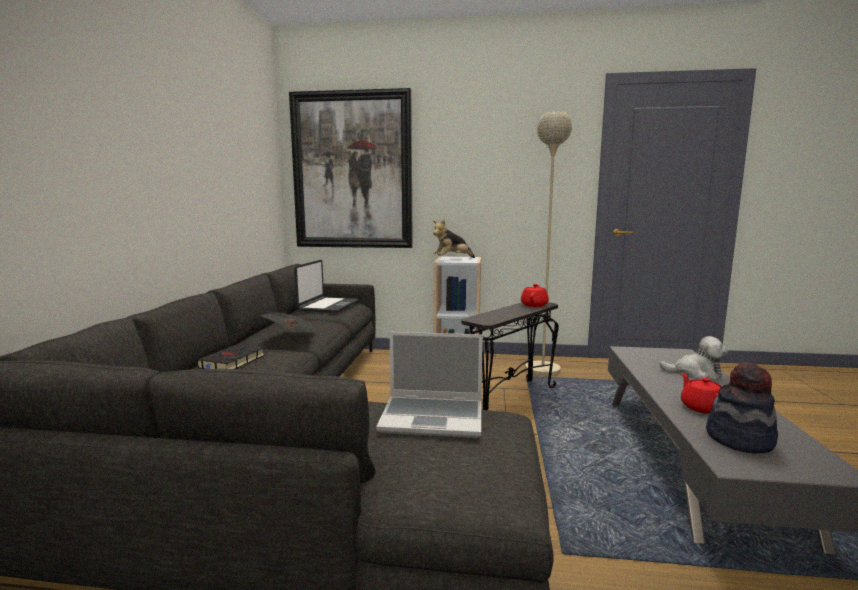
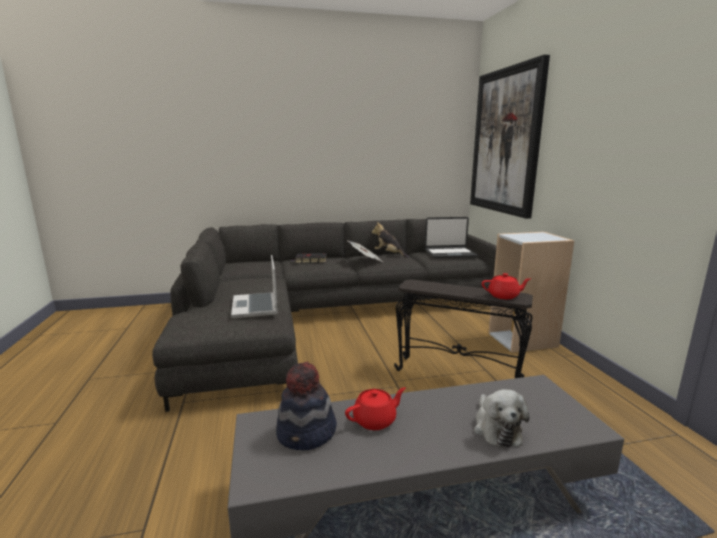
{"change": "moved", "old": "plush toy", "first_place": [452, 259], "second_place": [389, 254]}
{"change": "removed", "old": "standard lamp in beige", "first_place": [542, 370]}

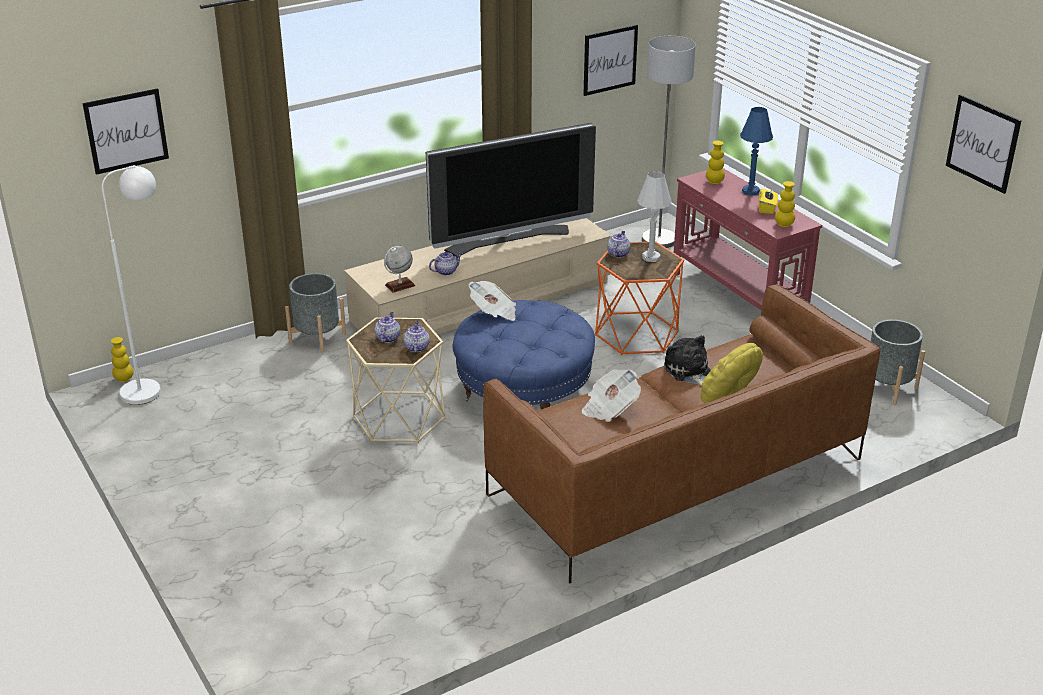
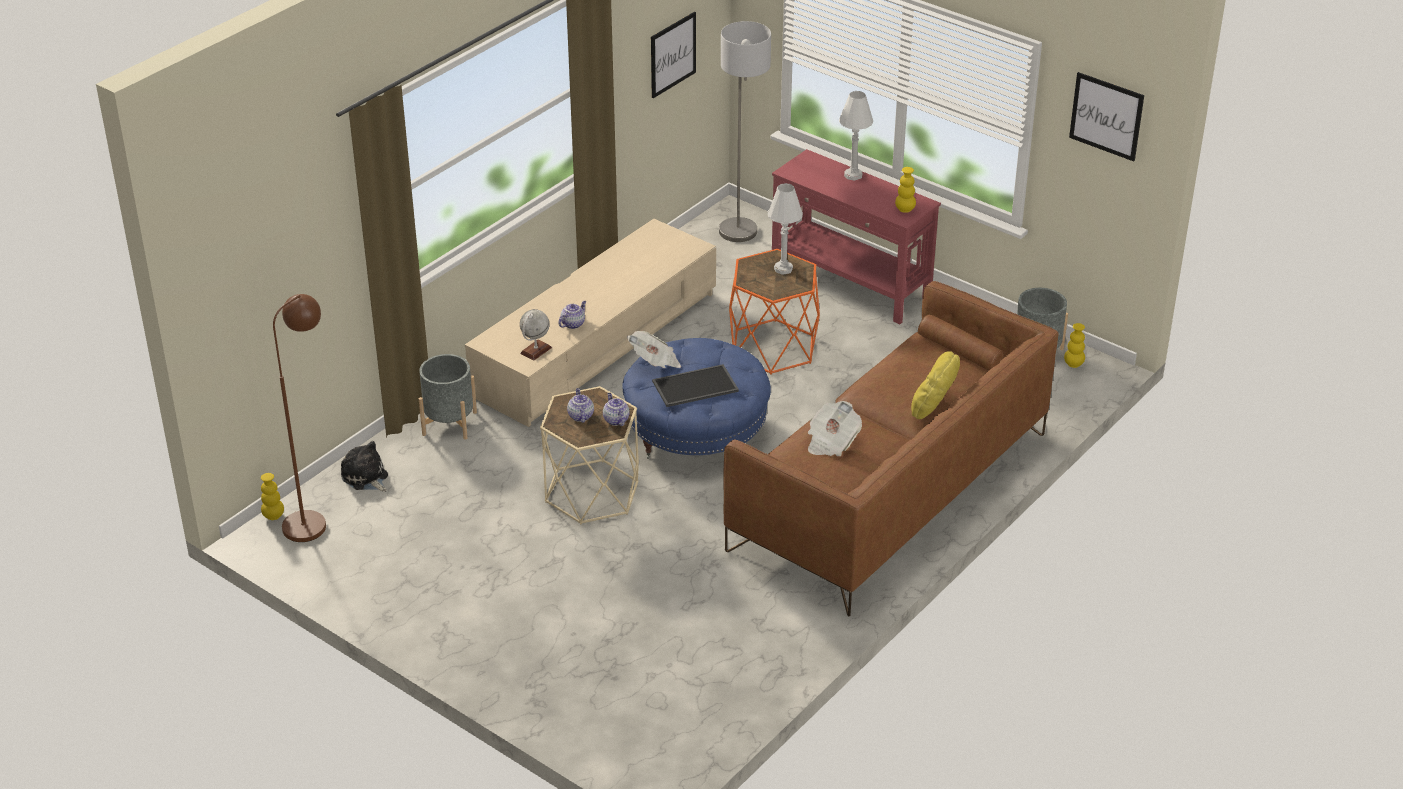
{"change": "recoloured", "old": "standard lamp in white-coloured", "new": "standard lamp in brownish", "first_place": [152, 389], "second_place": [314, 521]}
{"change": "moved", "old": "plush toy", "first_place": [688, 371], "second_place": [366, 478]}
{"change": "added", "new": "carrying tray", "second_place": [695, 387]}
{"change": "recoloured", "old": "lamp for a table in blue-coloured", "new": "lamp for a table in white-coloured", "first_place": [751, 191], "second_place": [853, 175]}
{"change": "moved", "old": "decorative vase in yellow-coloured", "first_place": [714, 182], "second_place": [1073, 364]}
{"change": "removed", "old": "wall picture", "first_place": [126, 131]}
{"change": "removed", "old": "TV", "first_place": [509, 240]}
{"change": "removed", "old": "teapot", "first_place": [618, 253]}
{"change": "removed", "old": "box of tissues in yellow-coloured", "first_place": [767, 208]}

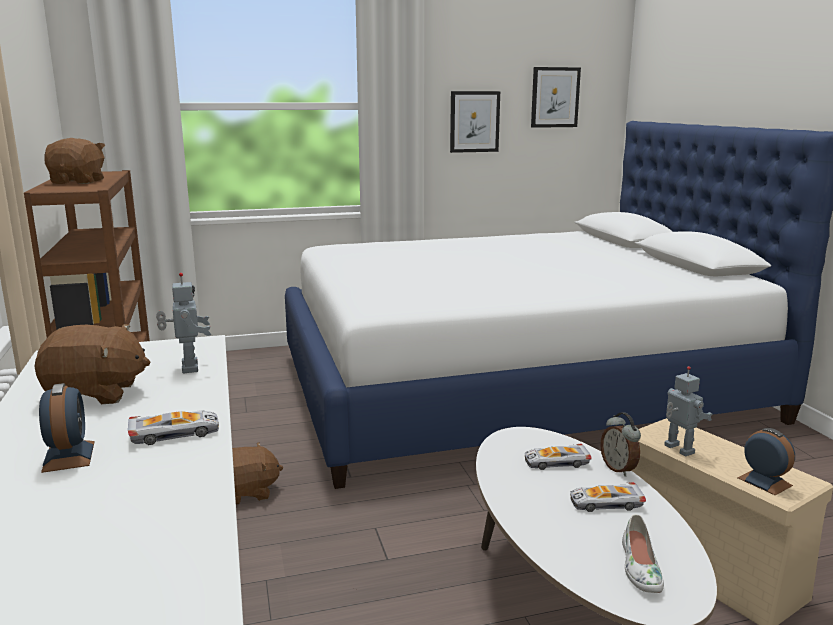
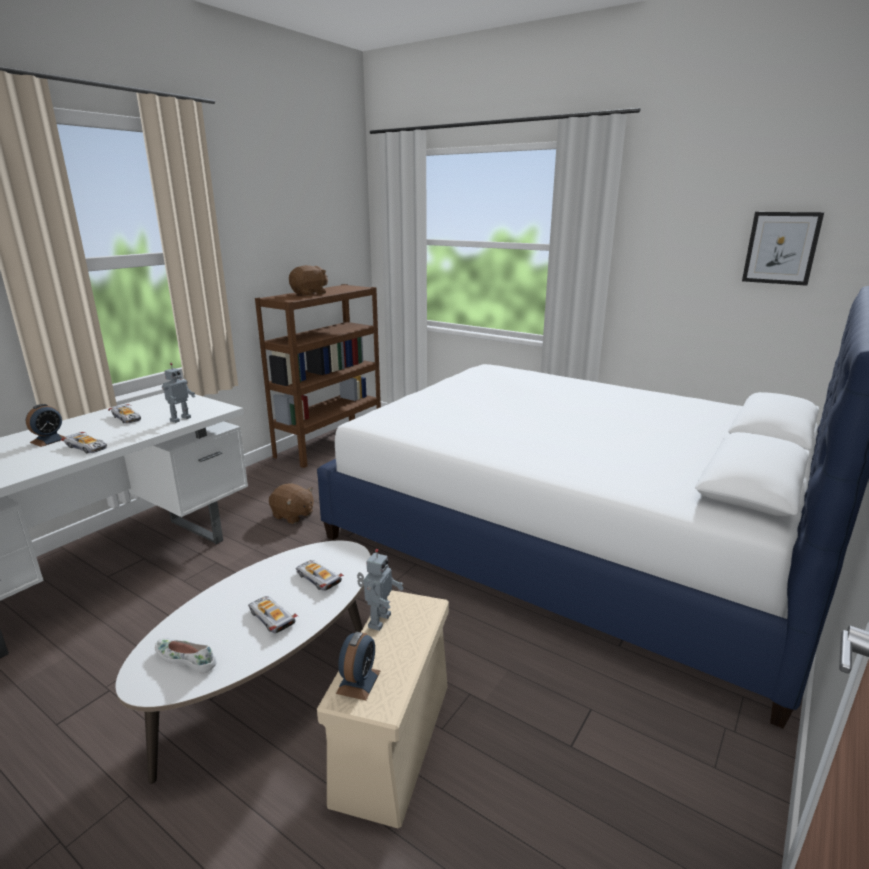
{"change": "replaced", "old": "plush toy in brownish", "new": "miniature car", "first_place": [96, 394], "second_place": [127, 418]}
{"change": "turned", "old": "item of footwear in white-coloured", "first_place": [639, 567], "second_place": [187, 658], "degrees": 60}
{"change": "removed", "old": "wall picture", "first_place": [474, 121]}
{"change": "removed", "old": "bedside clock", "first_place": [619, 469]}

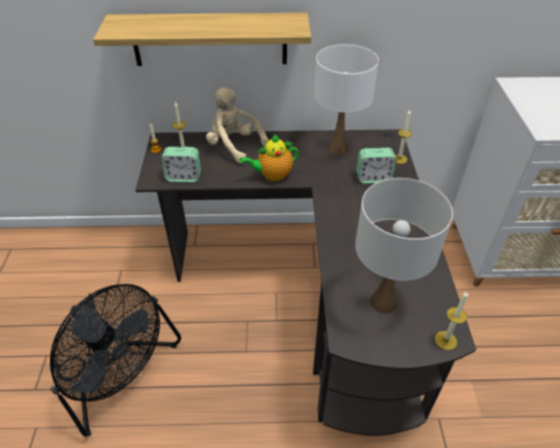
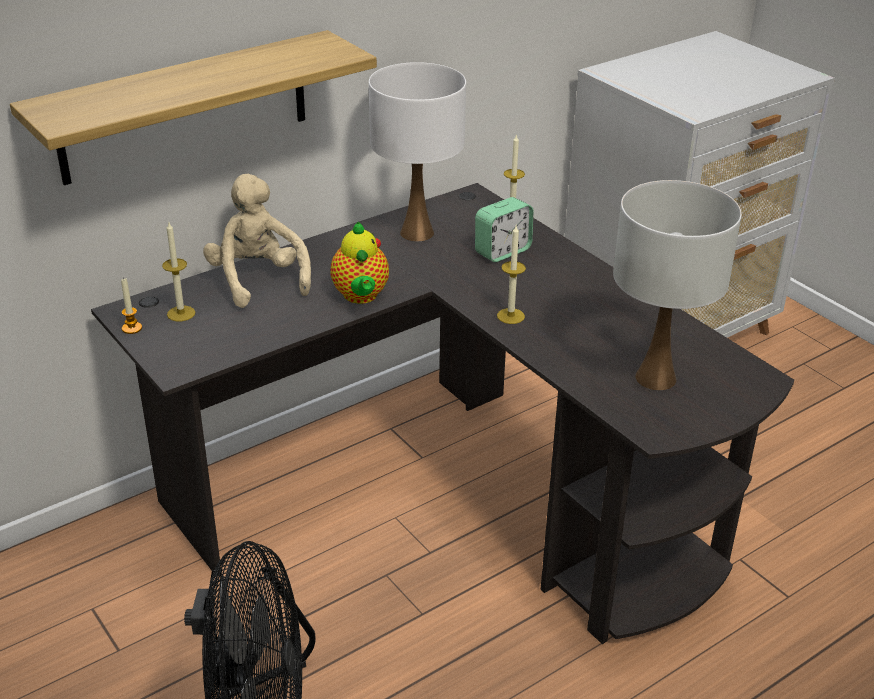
{"change": "turned", "old": "plush toy in beige", "first_place": [234, 146], "second_place": [258, 280], "degrees": 60}
{"change": "turned", "old": "teapot", "first_place": [272, 175], "second_place": [361, 296], "degrees": -45}
{"change": "moved", "old": "wax candle", "first_place": [445, 340], "second_place": [510, 316]}
{"change": "removed", "old": "bedside clock", "first_place": [183, 177]}

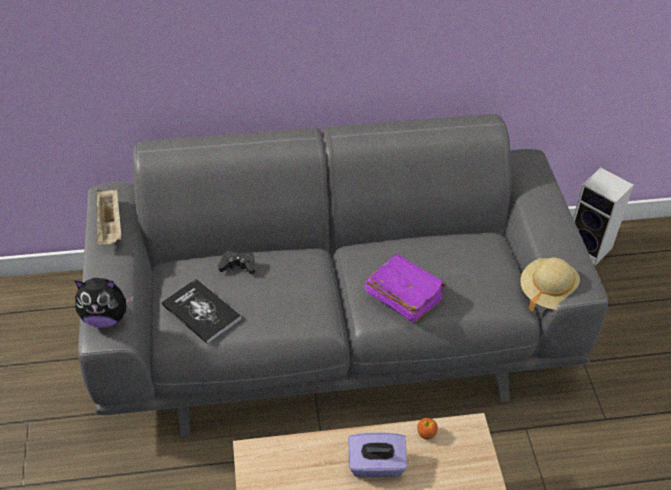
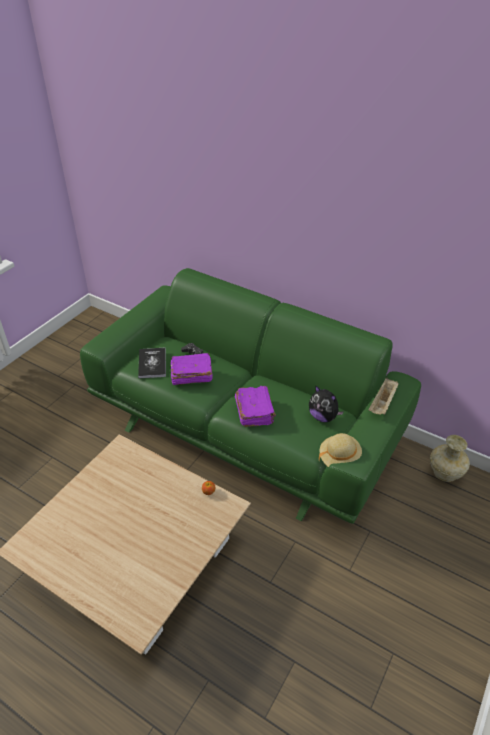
{"change": "recoloured", "old": "settee in greyish", "new": "settee in green-coloured", "first_place": [335, 330], "second_place": [245, 427]}
{"change": "added", "new": "volume in purple-coloured", "second_place": [191, 375]}
{"change": "moved", "old": "plush toy", "first_place": [105, 318], "second_place": [323, 417]}
{"change": "moved", "old": "carrying tray in beige", "first_place": [110, 226], "second_place": [382, 403]}
{"change": "replaced", "old": "audio speaker", "new": "decorative vase in beige", "first_place": [590, 248], "second_place": [445, 474]}
{"change": "removed", "old": "box of tissues in purple-coloured", "first_place": [376, 465]}

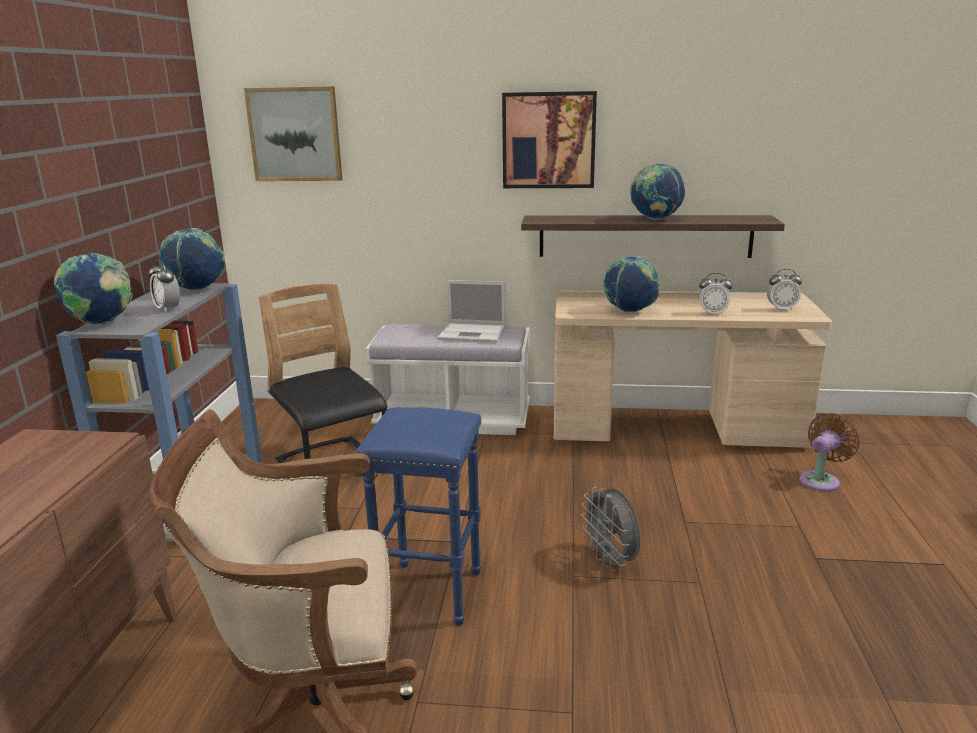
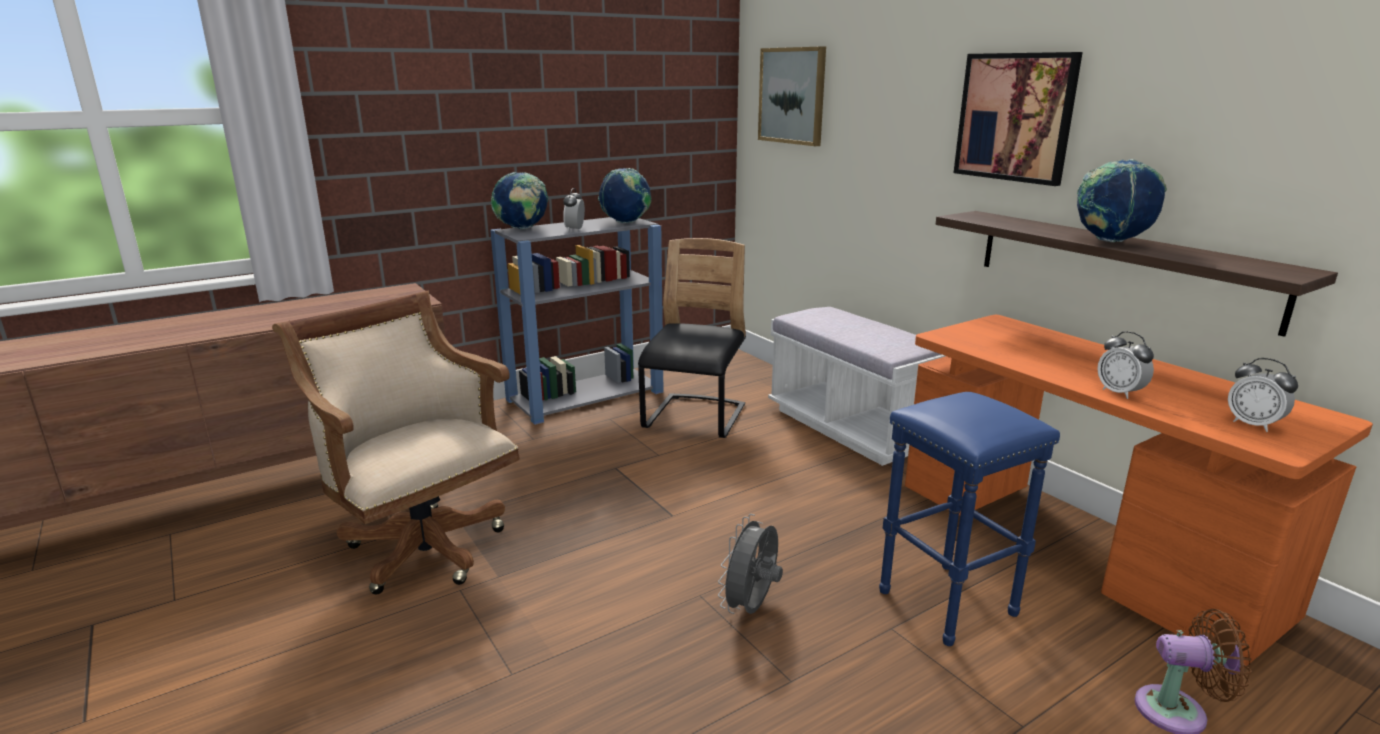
{"change": "moved", "old": "sitting stool in blue-coloured", "first_place": [427, 593], "second_place": [944, 601]}
{"change": "recoloured", "old": "desk table in beige", "new": "desk table in orange", "first_place": [674, 429], "second_place": [1076, 548]}
{"change": "removed", "old": "laptop", "first_place": [473, 333]}
{"change": "removed", "old": "desk globe", "first_place": [630, 311]}

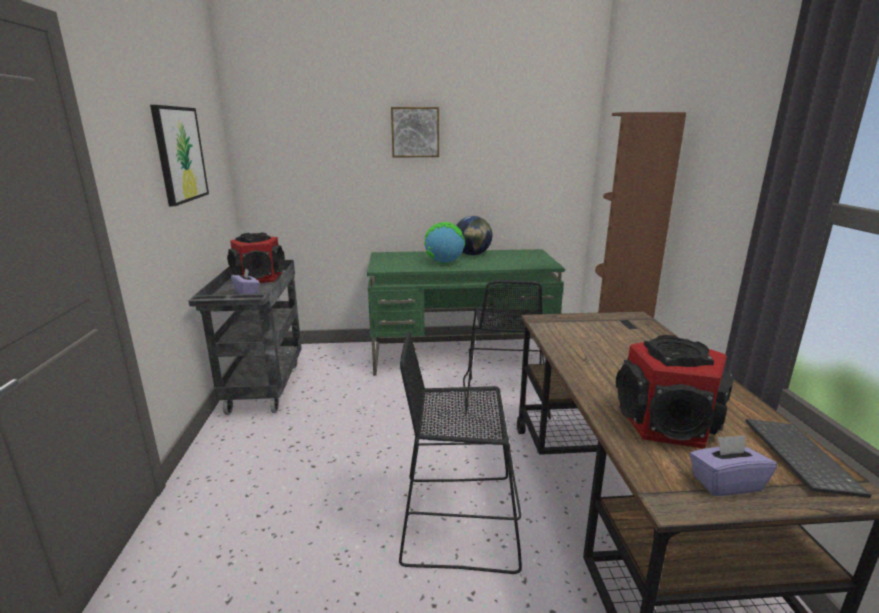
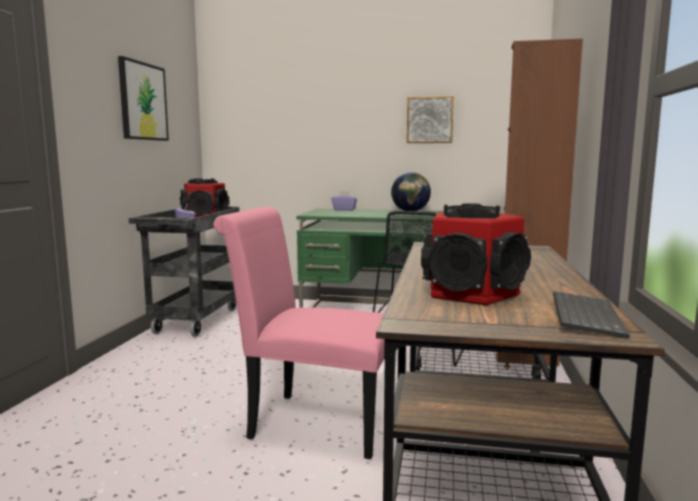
{"change": "replaced", "old": "sitting stool in black-coloured", "new": "plain chair in pink-coloured", "first_place": [461, 519], "second_place": [312, 423]}
{"change": "moved", "old": "box of tissues in purple-coloured", "first_place": [725, 483], "second_place": [344, 210]}
{"change": "moved", "old": "wall picture", "first_place": [415, 132], "second_place": [430, 120]}
{"change": "removed", "old": "desk globe", "first_place": [444, 263]}

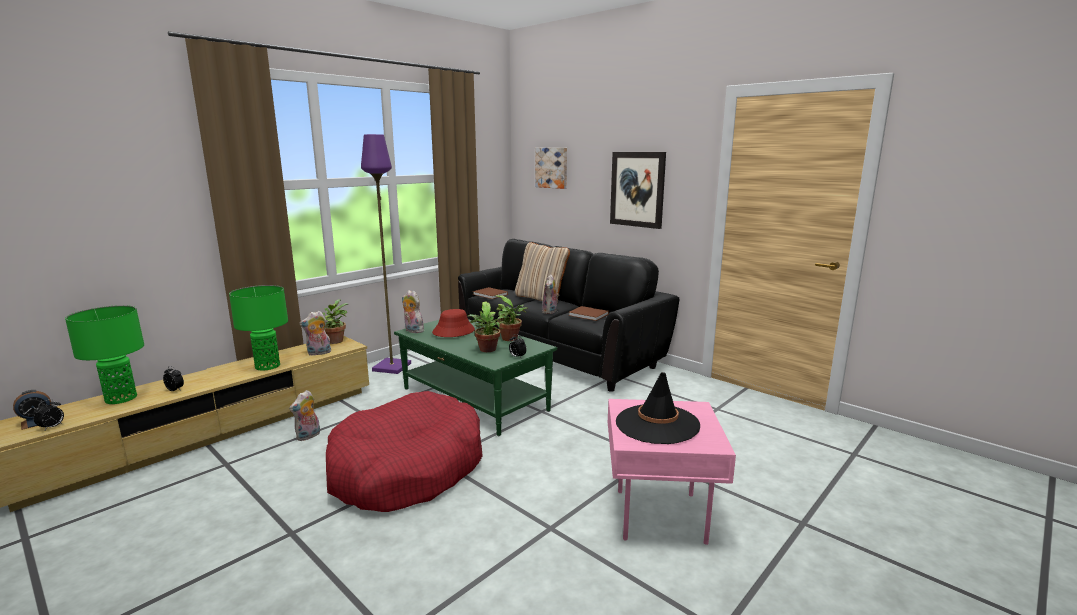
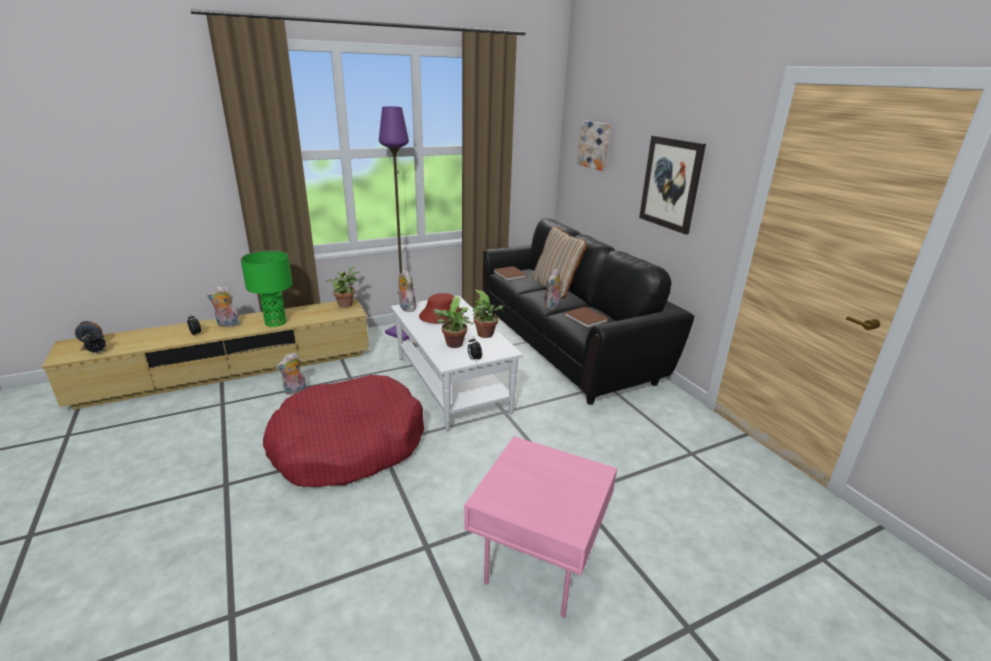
{"change": "moved", "old": "plush toy", "first_place": [318, 353], "second_place": [227, 325]}
{"change": "recoloured", "old": "lounge table in green-coloured", "new": "lounge table in white-coloured", "first_place": [475, 400], "second_place": [452, 384]}
{"change": "removed", "old": "lamp for a table in green-coloured", "first_place": [121, 398]}
{"change": "removed", "old": "hat in black-coloured", "first_place": [657, 424]}

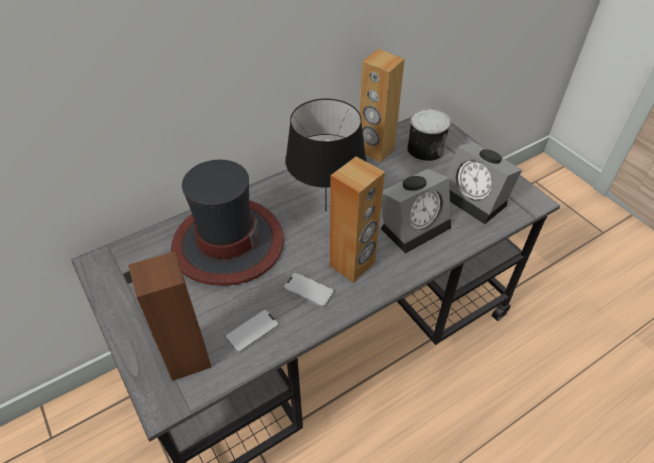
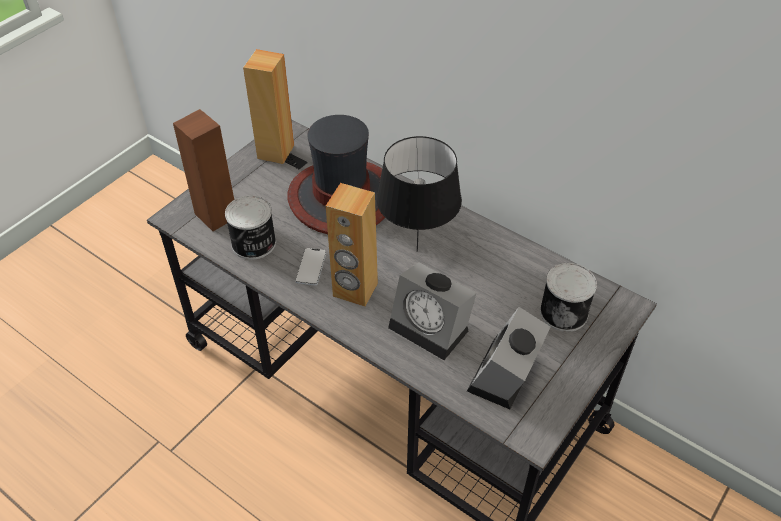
{"change": "replaced", "old": "telephone", "new": "sealed can", "first_place": [252, 331], "second_place": [254, 244]}
{"change": "moved", "old": "audio speaker in brownish", "first_place": [375, 150], "second_place": [275, 151]}

